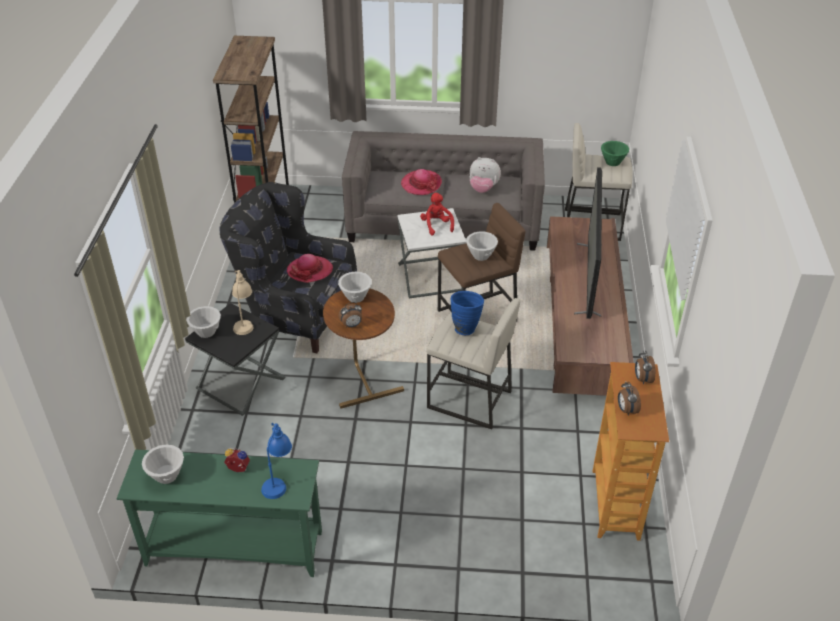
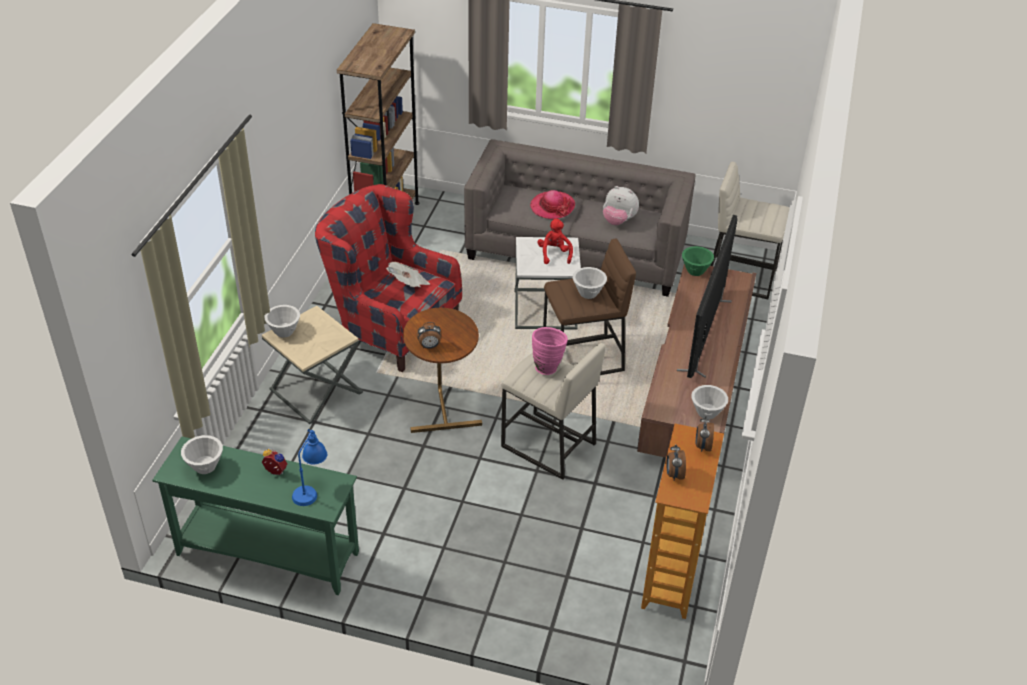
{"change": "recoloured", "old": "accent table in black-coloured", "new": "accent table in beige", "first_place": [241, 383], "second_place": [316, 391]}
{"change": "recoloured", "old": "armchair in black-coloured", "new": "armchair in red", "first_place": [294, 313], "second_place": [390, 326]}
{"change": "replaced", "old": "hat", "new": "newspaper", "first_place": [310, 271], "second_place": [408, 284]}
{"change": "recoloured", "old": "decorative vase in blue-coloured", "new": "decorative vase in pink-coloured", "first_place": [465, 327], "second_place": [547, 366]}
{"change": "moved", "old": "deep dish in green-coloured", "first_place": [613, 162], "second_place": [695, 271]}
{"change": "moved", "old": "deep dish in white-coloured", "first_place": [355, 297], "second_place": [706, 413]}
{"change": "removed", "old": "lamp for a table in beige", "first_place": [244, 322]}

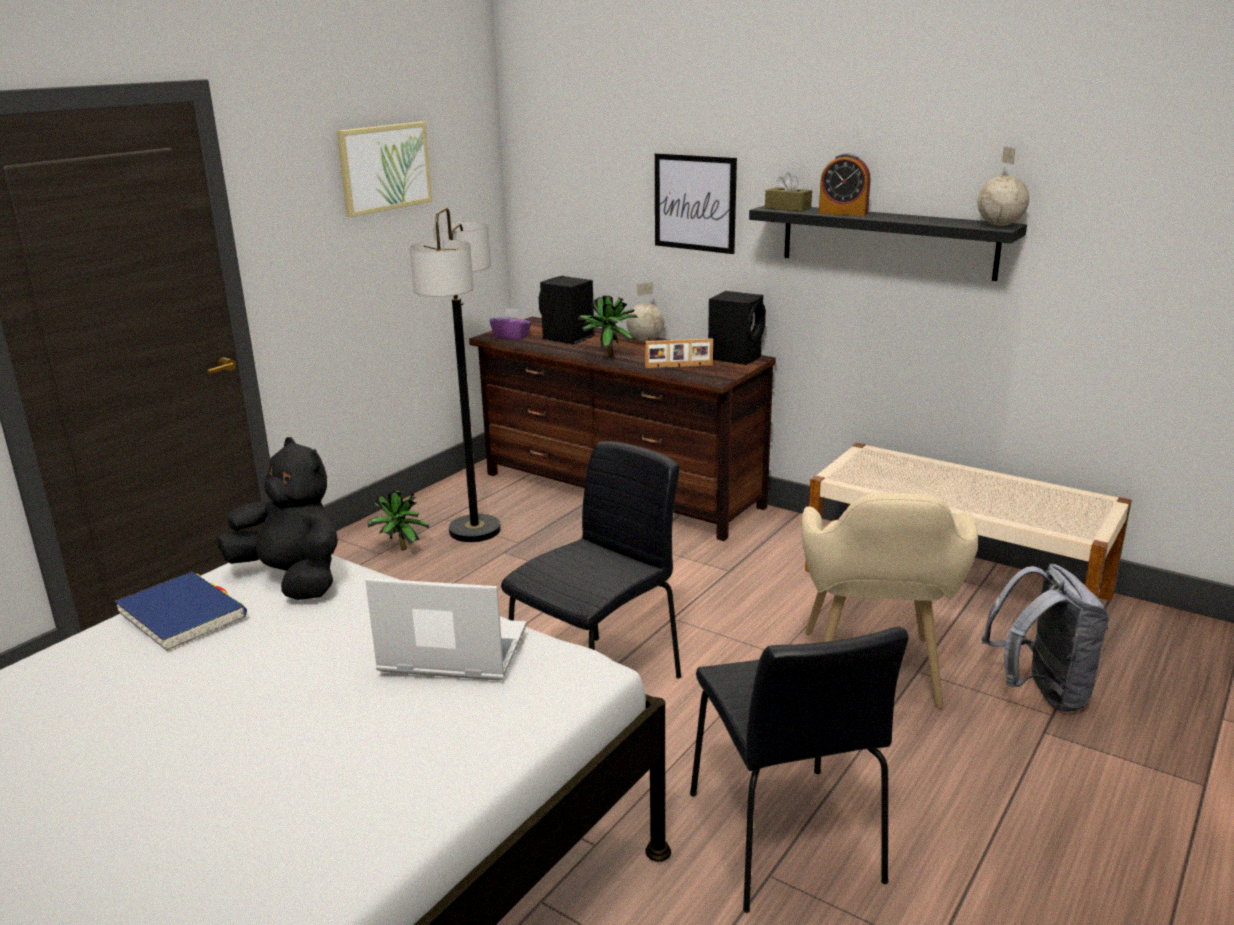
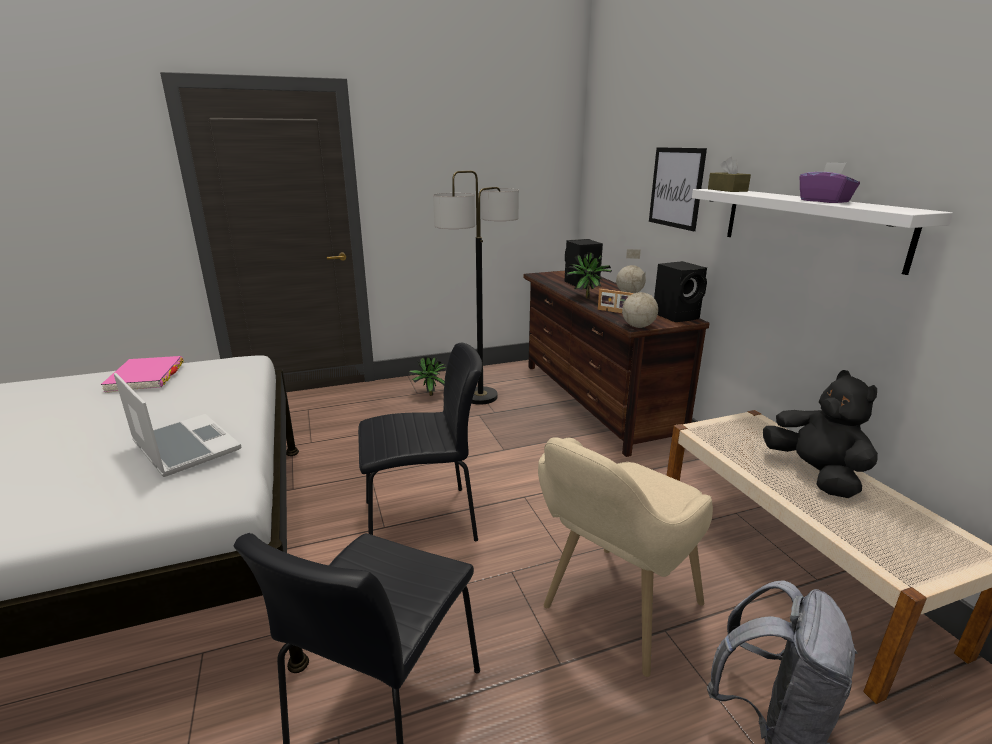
{"change": "recoloured", "old": "volume in blue-coloured", "new": "volume in pink-coloured", "first_place": [182, 615], "second_place": [146, 377]}
{"change": "moved", "old": "desk globe", "first_place": [1000, 225], "second_place": [638, 326]}
{"change": "recoloured", "old": "bracket shelf in black-coloured", "new": "bracket shelf in white-coloured", "first_place": [887, 241], "second_place": [808, 225]}
{"change": "moved", "old": "plush toy in black-coloured", "first_place": [293, 579], "second_place": [814, 474]}
{"change": "moved", "old": "box of tissues in purple-coloured", "first_place": [511, 337], "second_place": [824, 201]}
{"change": "removed", "old": "wall picture", "first_place": [384, 167]}
{"change": "removed", "old": "bedside clock", "first_place": [843, 213]}

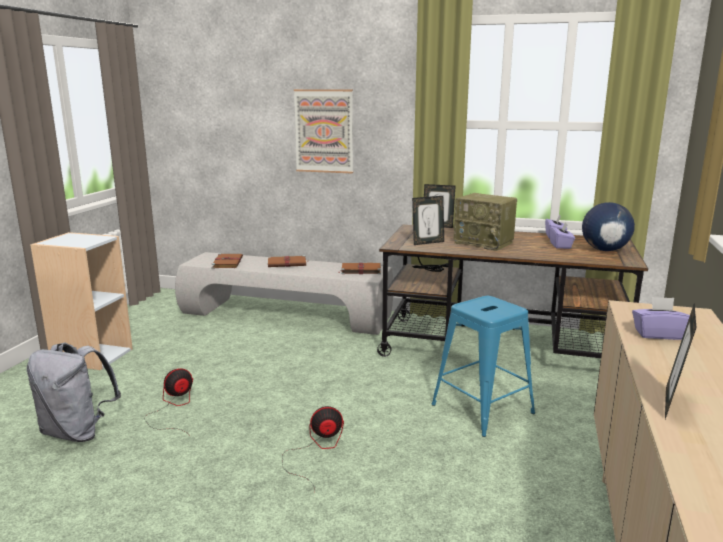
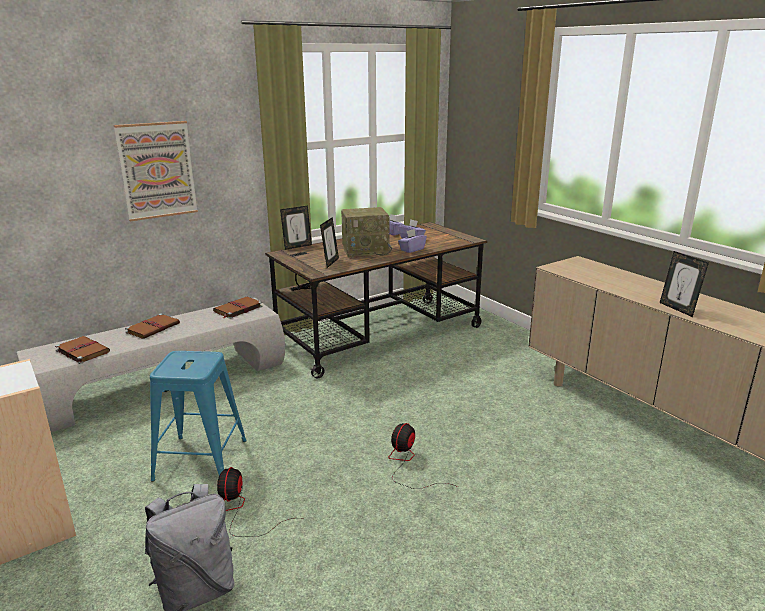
{"change": "moved", "old": "sitting stool in blue-coloured", "first_place": [482, 408], "second_place": [200, 459]}
{"change": "moved", "old": "box of tissues in purple-coloured", "first_place": [658, 334], "second_place": [412, 249]}
{"change": "removed", "old": "desk globe", "first_place": [604, 250]}

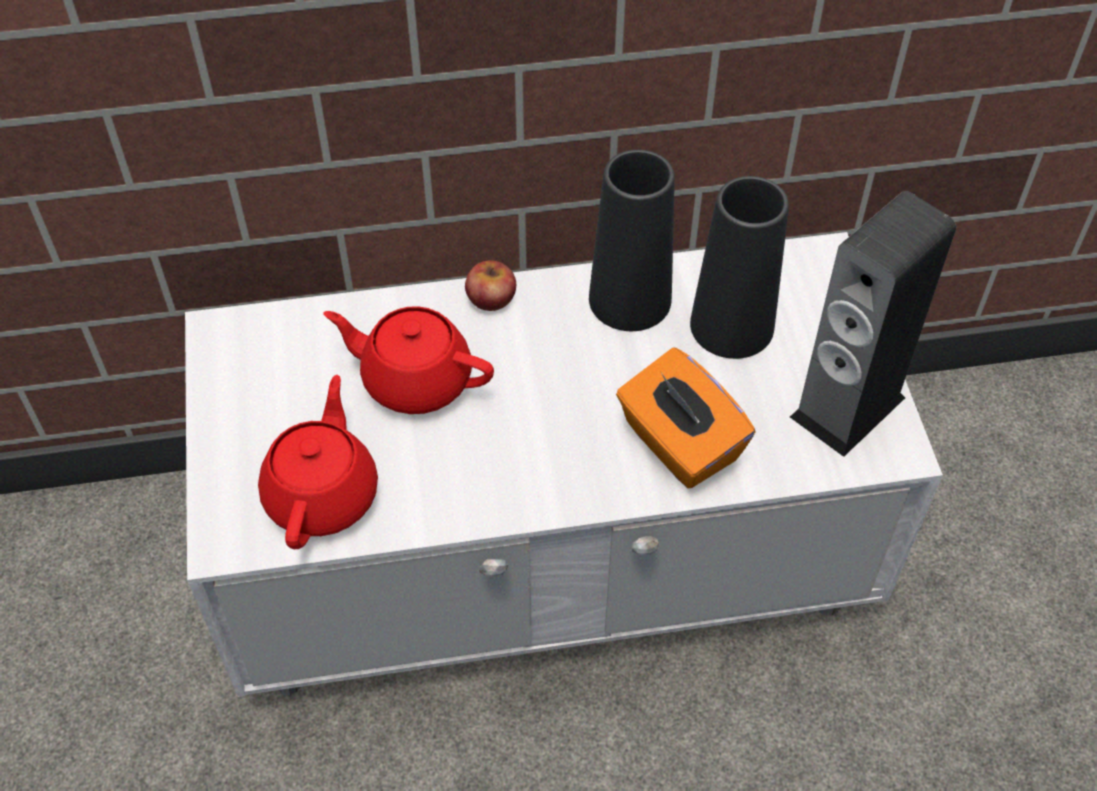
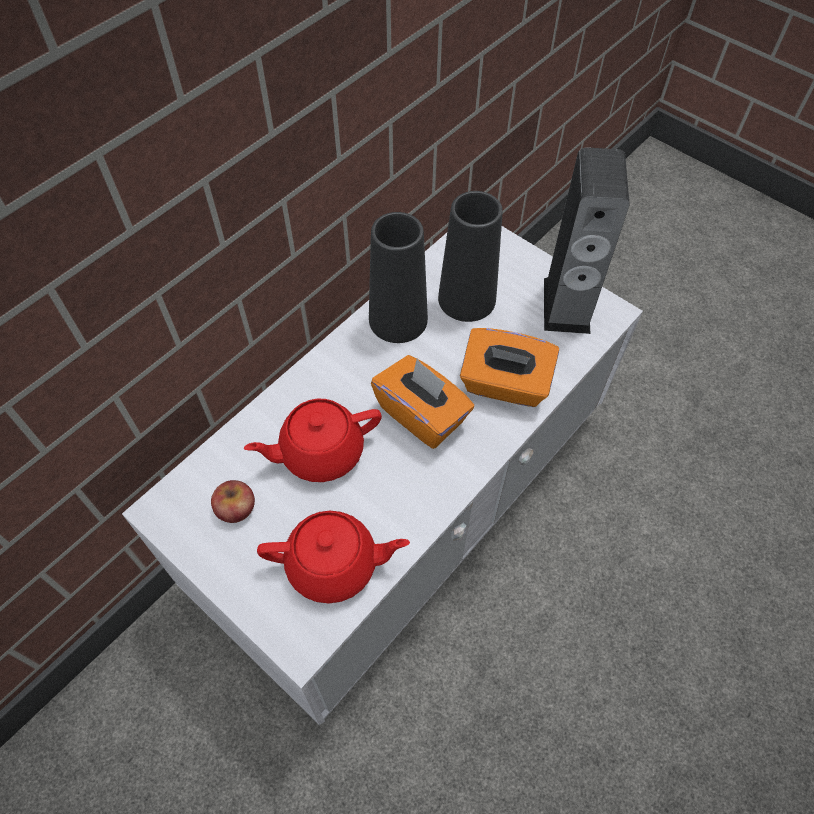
{"change": "moved", "old": "apple fruit", "first_place": [491, 297], "second_place": [236, 507]}
{"change": "turned", "old": "teapot in red", "first_place": [323, 494], "second_place": [334, 564], "degrees": 120}
{"change": "added", "new": "box of tissues in orange", "second_place": [422, 415]}

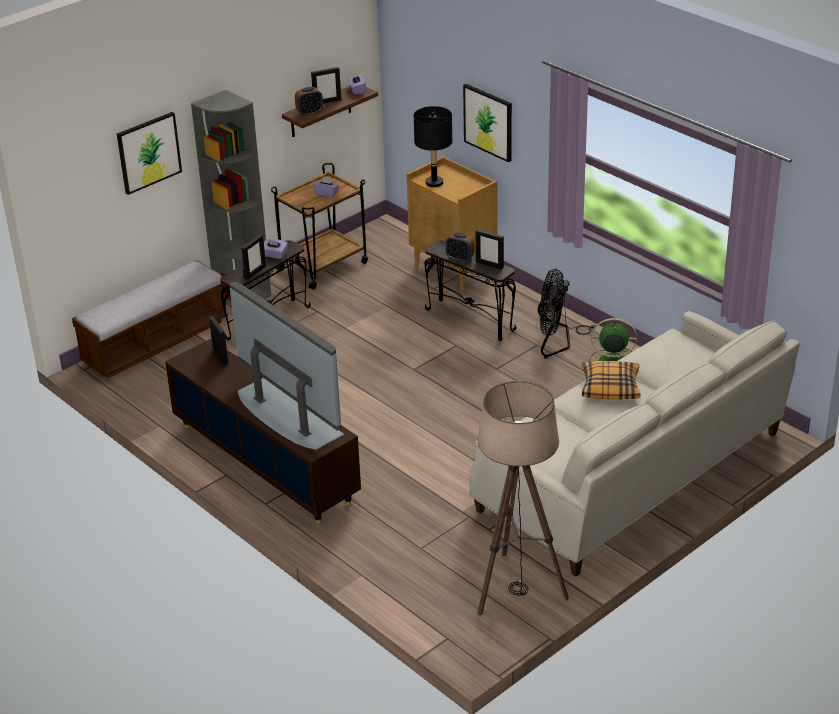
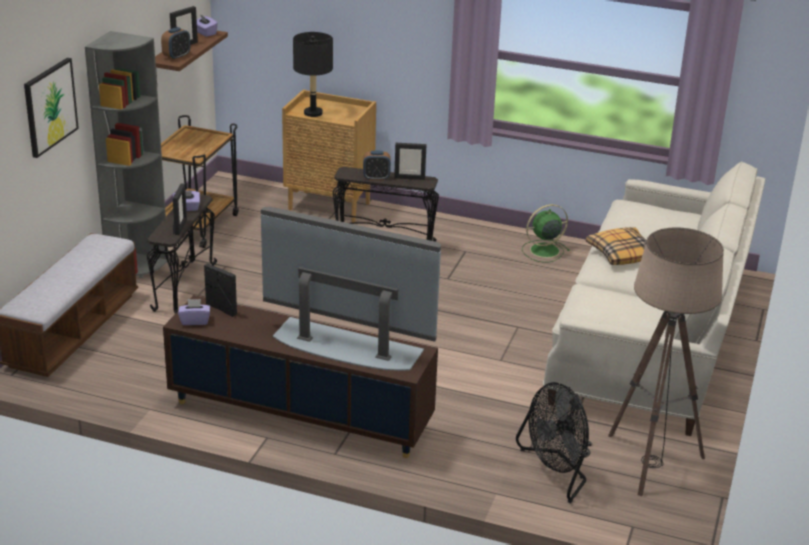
{"change": "moved", "old": "box of tissues in purple-coloured", "first_place": [327, 194], "second_place": [195, 321]}
{"change": "moved", "old": "cooling fan in black-coloured", "first_place": [558, 336], "second_place": [559, 468]}
{"change": "removed", "old": "wall picture", "first_place": [488, 122]}

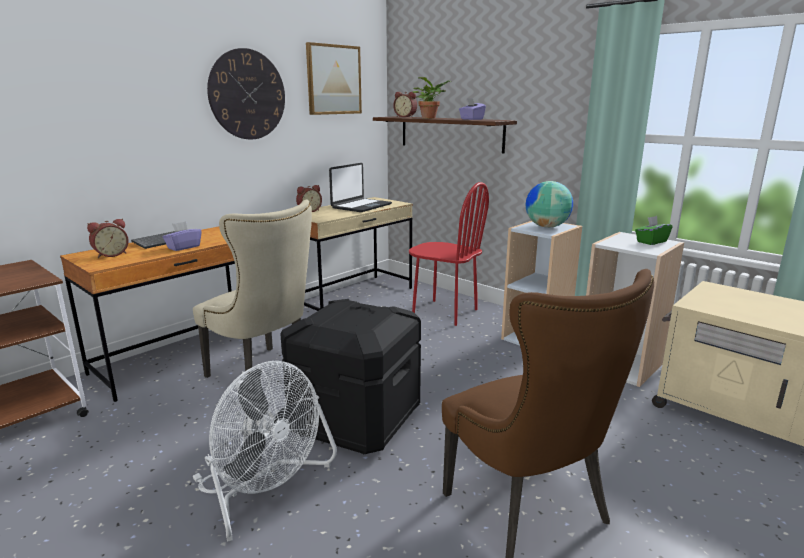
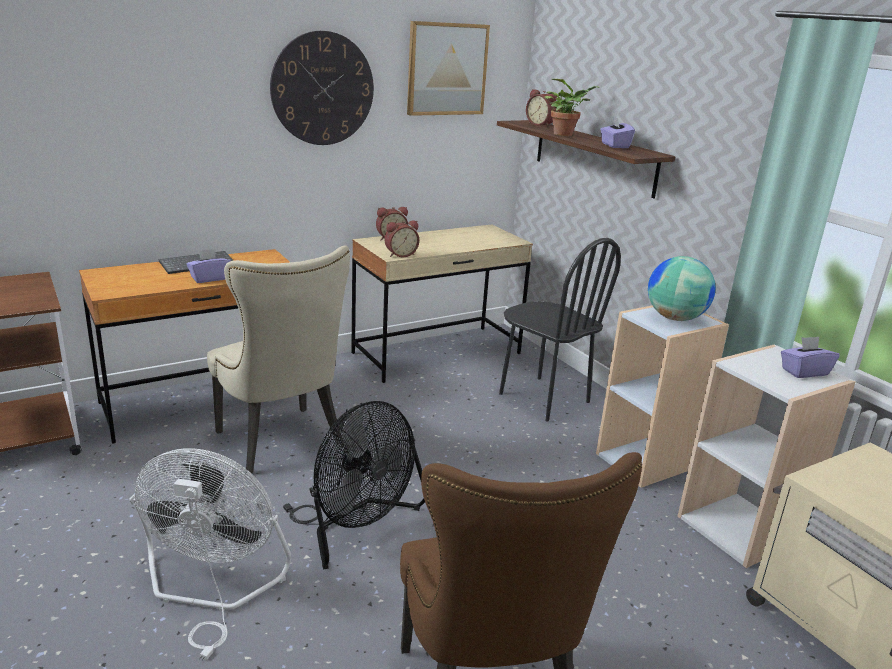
{"change": "turned", "old": "cooling fan in white-coloured", "first_place": [262, 491], "second_place": [209, 590], "degrees": -135}
{"change": "replaced", "old": "storage box in black-coloured", "new": "cooling fan in black-coloured", "first_place": [355, 419], "second_place": [352, 527]}
{"change": "moved", "old": "bedside clock", "first_place": [111, 254], "second_place": [400, 254]}
{"change": "recoloured", "old": "plain chair in red", "new": "plain chair in black-coloured", "first_place": [444, 312], "second_place": [543, 398]}
{"change": "recoloured", "old": "box of tissues in green-coloured", "new": "box of tissues in purple-coloured", "first_place": [651, 242], "second_place": [804, 372]}
{"change": "removed", "old": "laptop", "first_place": [361, 206]}

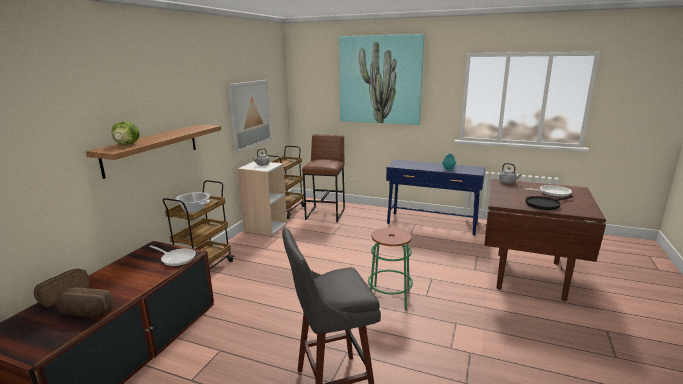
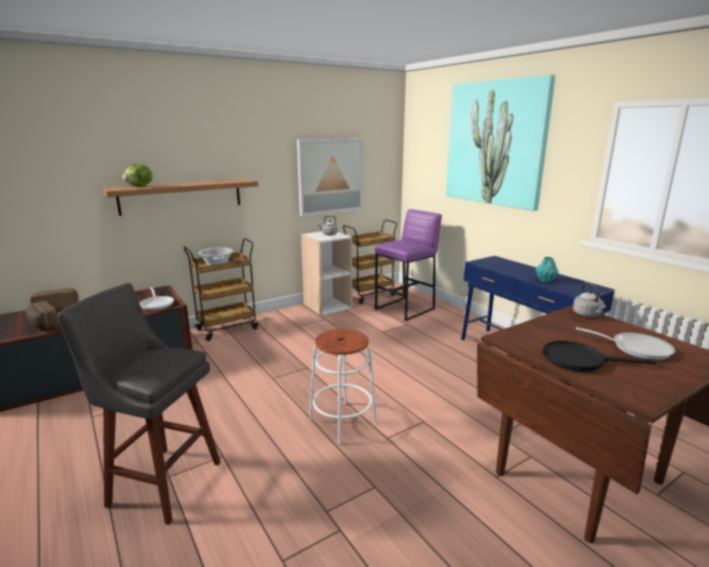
{"change": "recoloured", "old": "sitting stool in green-coloured", "new": "sitting stool in white-coloured", "first_place": [389, 298], "second_place": [342, 422]}
{"change": "recoloured", "old": "sitting stool in brownish", "new": "sitting stool in purple-coloured", "first_place": [325, 213], "second_place": [405, 309]}

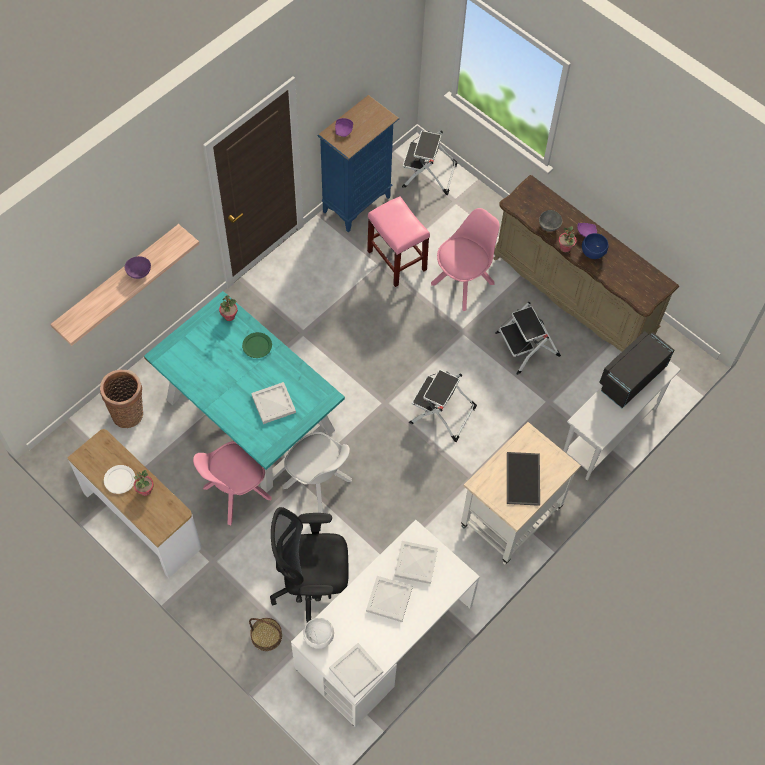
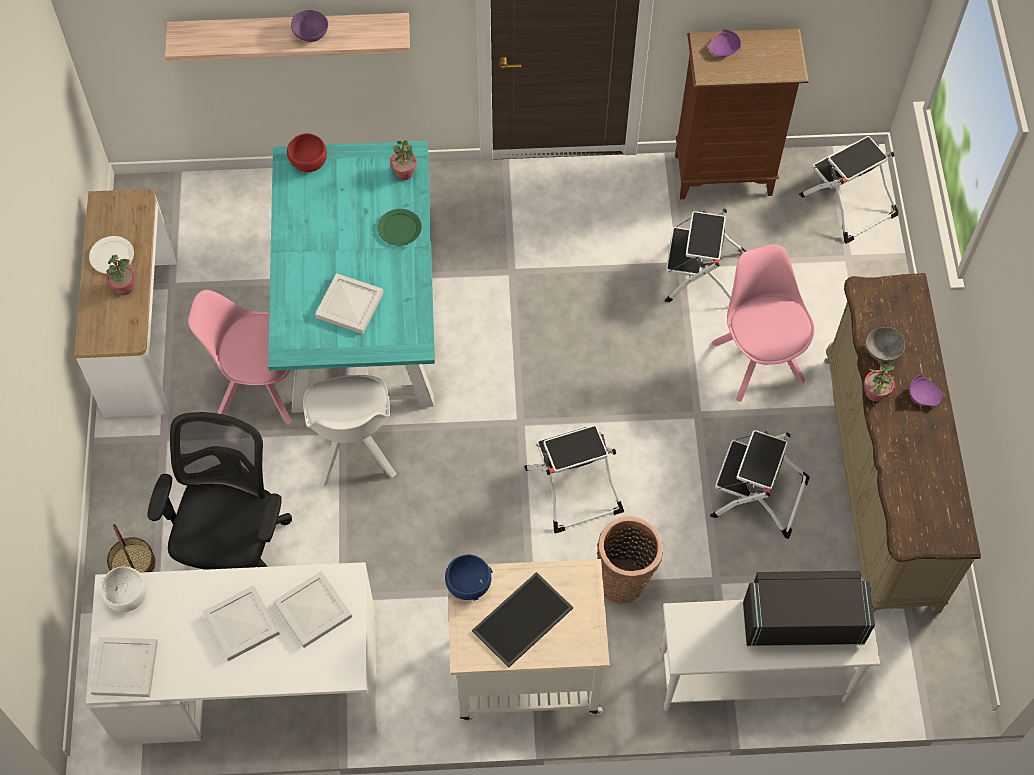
{"change": "turned", "old": "computer chair in black-coloured", "first_place": [313, 584], "second_place": [235, 553], "degrees": 60}
{"change": "added", "new": "deep dish in red", "second_place": [308, 162]}
{"change": "moved", "old": "deep dish in blue-coloured", "first_place": [592, 252], "second_place": [468, 584]}
{"change": "moved", "old": "storage basket", "first_place": [129, 412], "second_place": [625, 579]}
{"change": "replaced", "old": "sitting stool in pink-coloured", "new": "stepladder", "first_place": [397, 261], "second_place": [704, 274]}
{"change": "recoloured", "old": "chest of drawers in blue-coloured", "new": "chest of drawers in brownish", "first_place": [358, 204], "second_place": [725, 176]}
{"change": "turned", "old": "plain chair in pink-coloured", "first_place": [463, 283], "second_place": [757, 360], "degrees": -105}

